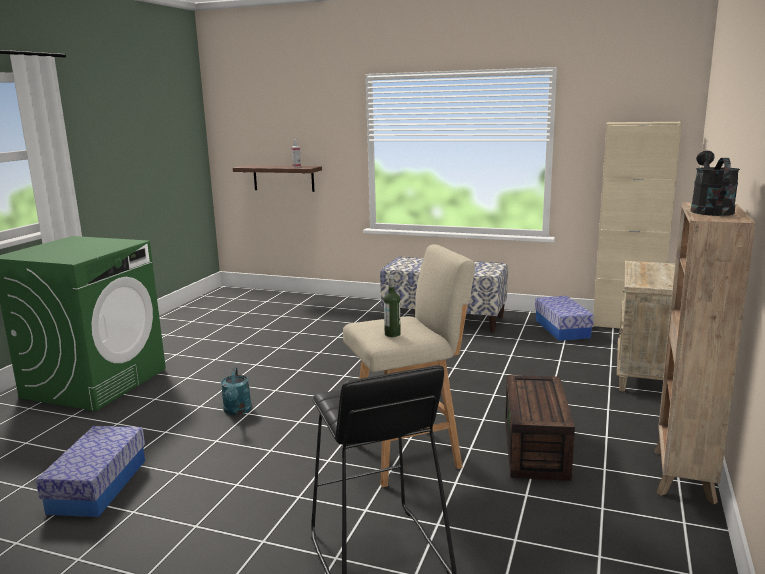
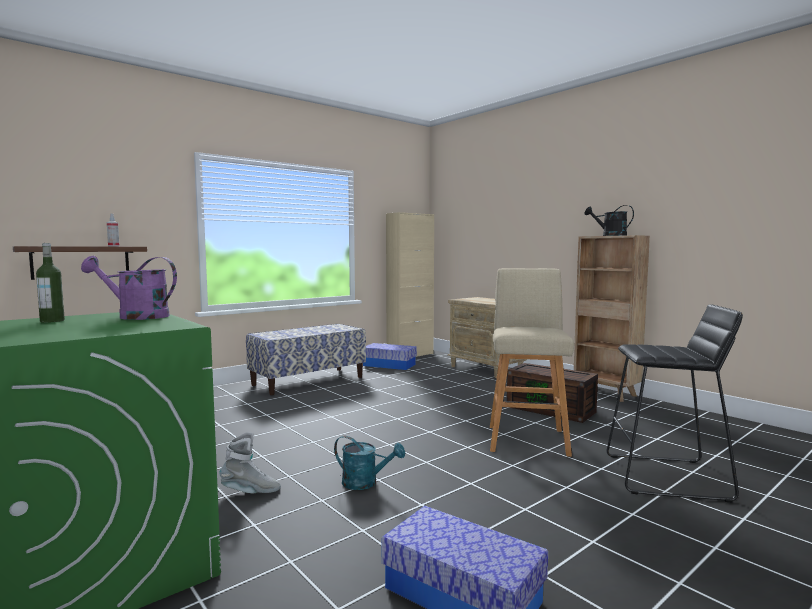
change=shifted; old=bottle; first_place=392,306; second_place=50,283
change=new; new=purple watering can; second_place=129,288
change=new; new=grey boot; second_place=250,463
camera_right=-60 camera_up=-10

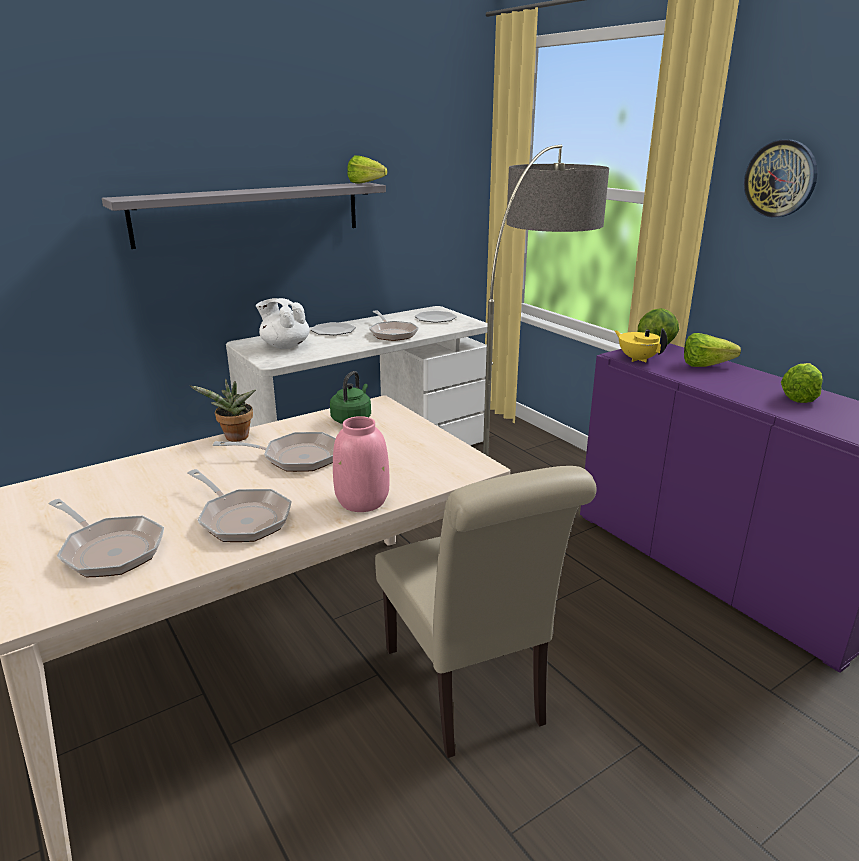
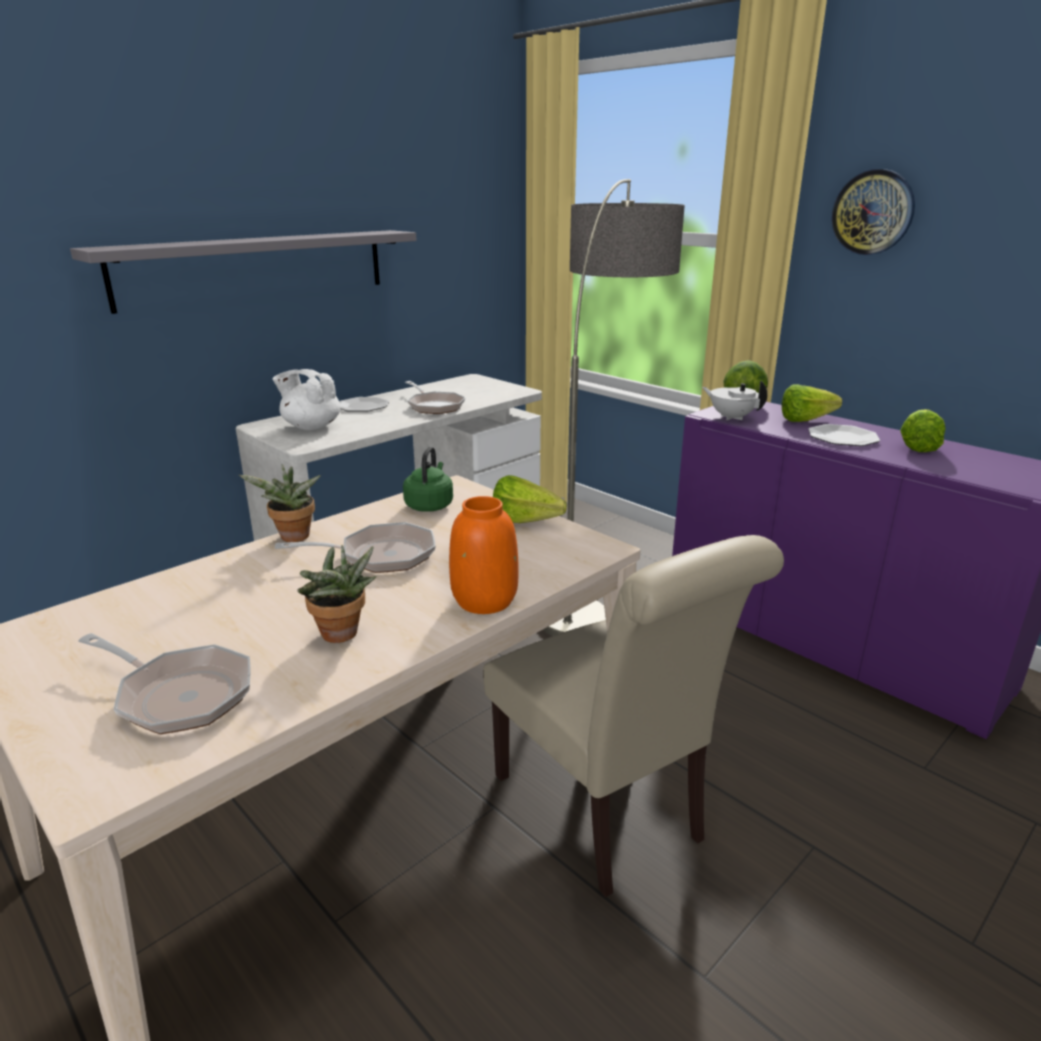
change=shifted; old=lettuce; first_place=367,169; second_place=530,499
change=shifted; old=plate; first_place=436,317; second_place=844,435
change=repainted; old=yellow teapot; new=white teapot; first_place=640,345; second_place=734,400
change=repainted; old=pink vase; new=orange vase; first_place=361,464; second_place=484,555
change=swapped; old=frying pan; new=potted plant; first_place=239,505; second_place=337,594
camera_right=-10 camera_up=0

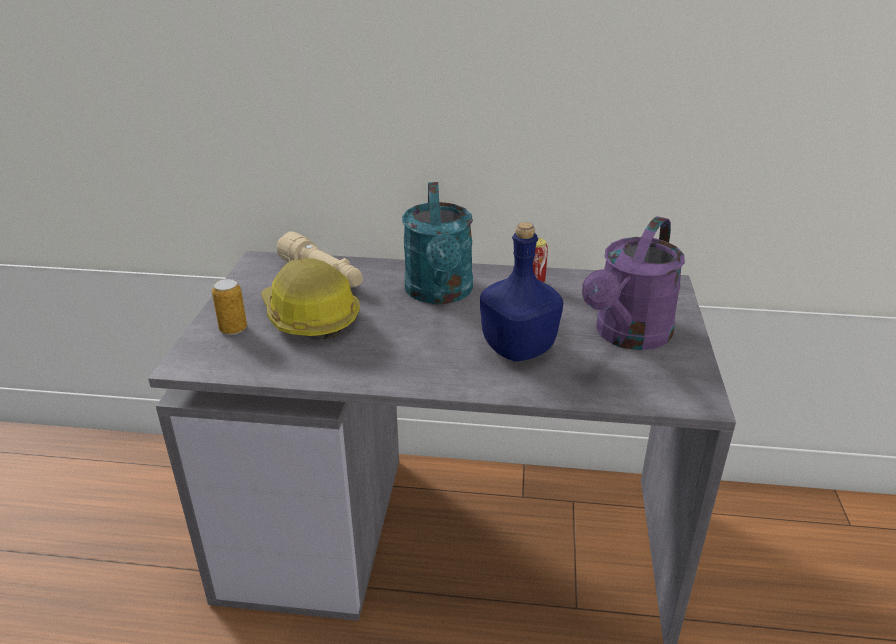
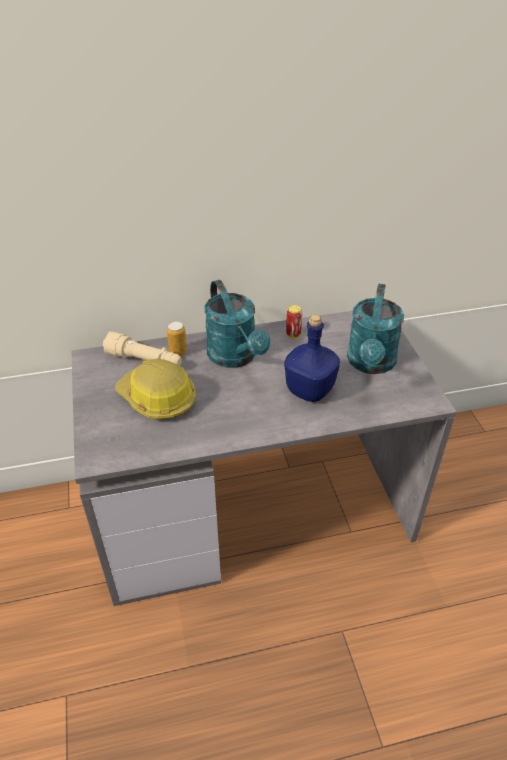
change=repainted; old=purple watering can; new=turquoise watering can; first_place=633,283; second_place=375,329
change=shifted; old=can; first_place=229,307; second_place=177,338
camera_right=-20 camera_up=10

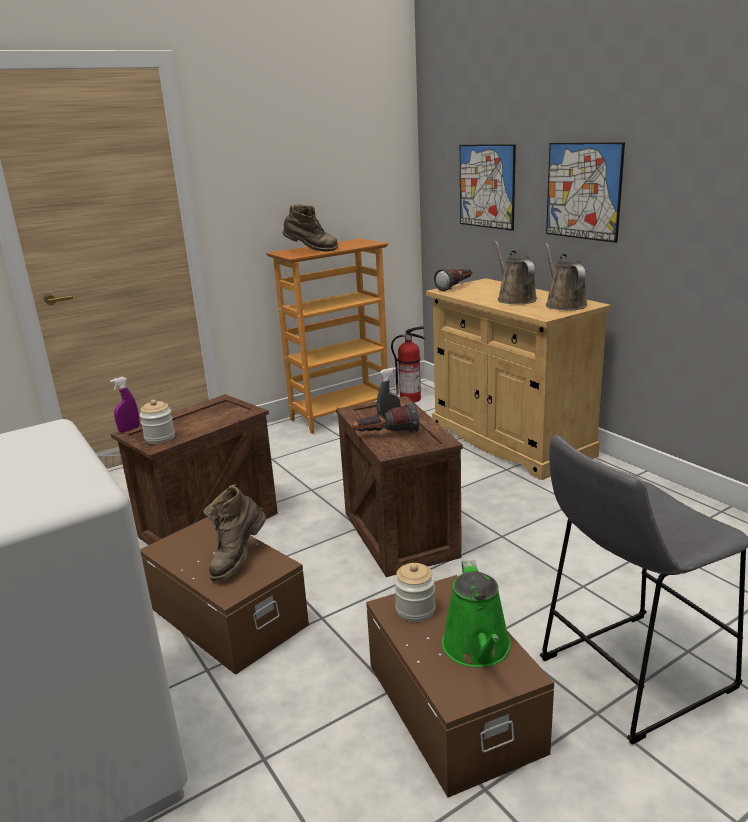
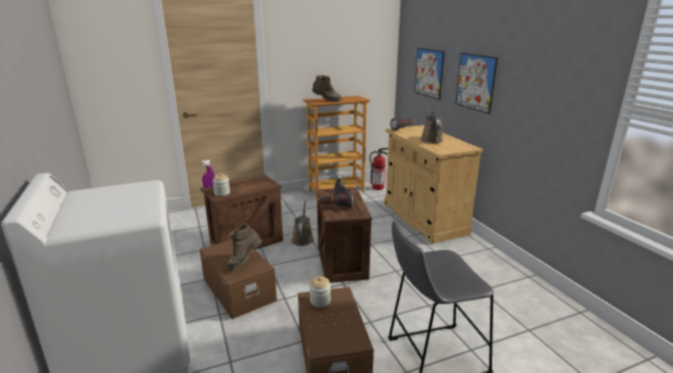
change=shifted; old=brown watering can; first_place=566,276; second_place=302,223
change=gone; old=green watering can; first_place=476,613
camera_right=10 camera_up=0

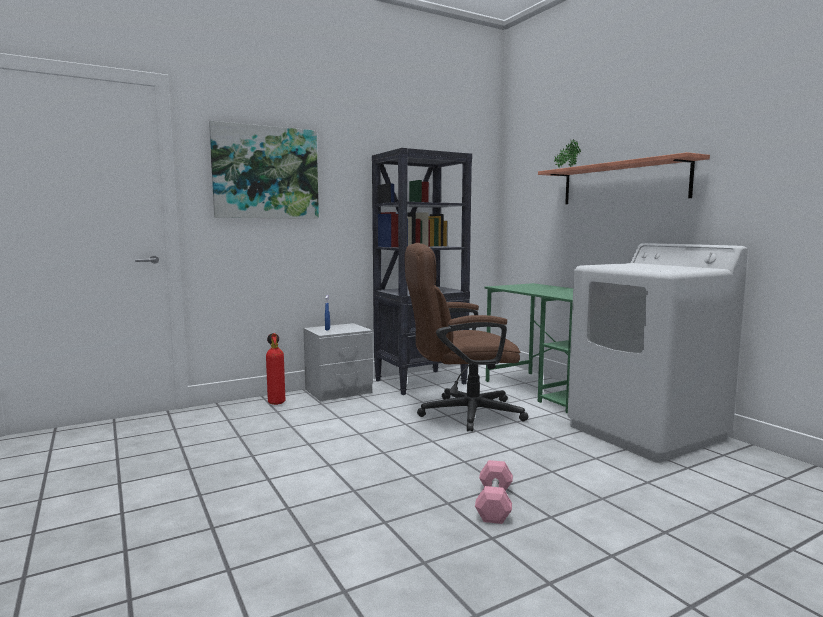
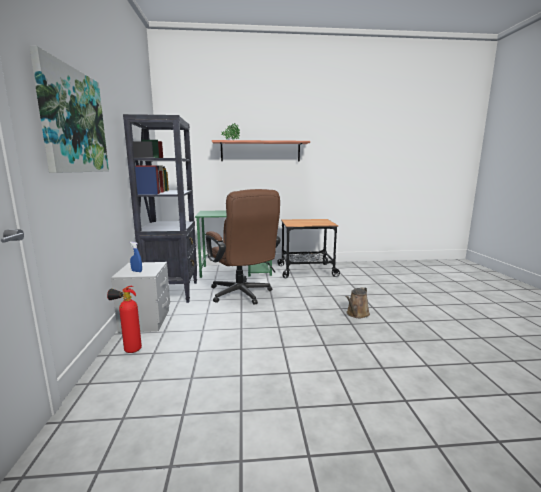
change=rotated; old=brown office chair; first_place=467,337; second_place=243,247; degrees=-45
change=swapped; old=white washing machine; new=cart; first_place=658,353; second_place=308,248
change=swapped; old=pink dumbbell; new=brown watering can; first_place=494,492; second_place=358,302
camera_right=-65 camera_up=5

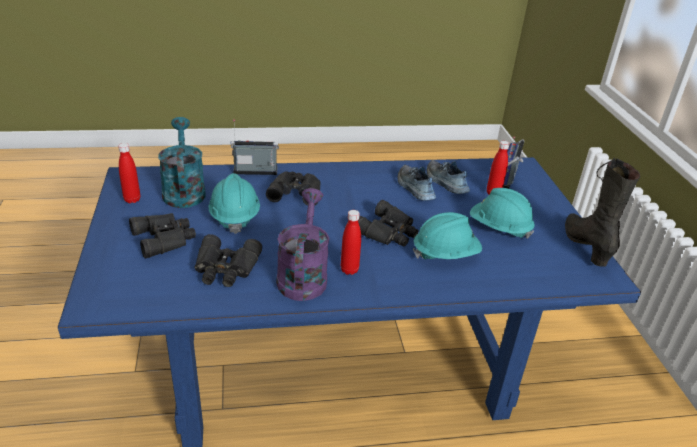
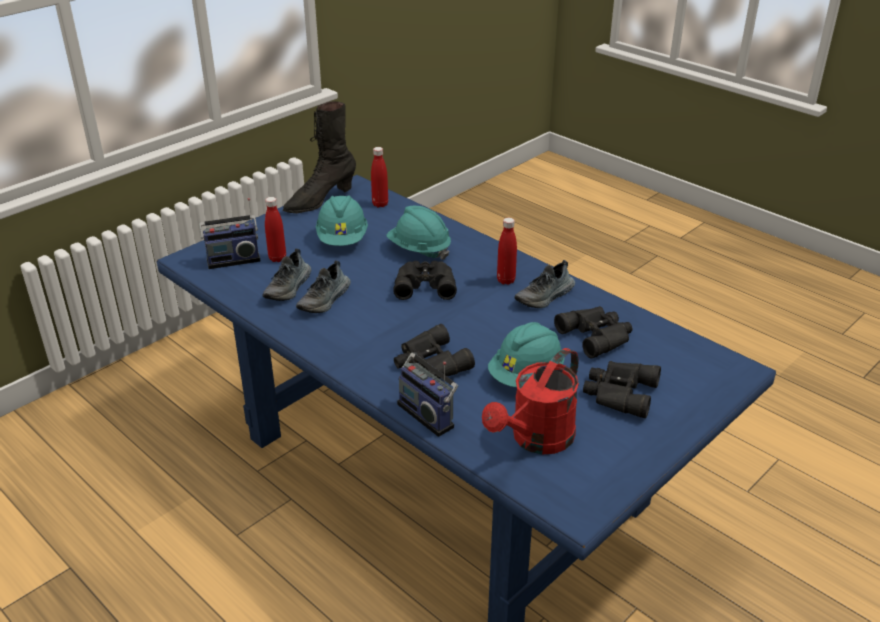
change=repainted; old=turquoise watering can; new=red watering can; first_place=182,162; second_place=530,401
change=shifted; old=red bottle; first_place=129,173; second_place=379,177
change=swapped; old=purple watering can; new=shoe; first_place=302,244; second_place=545,284
camera_right=-125 camera_up=0

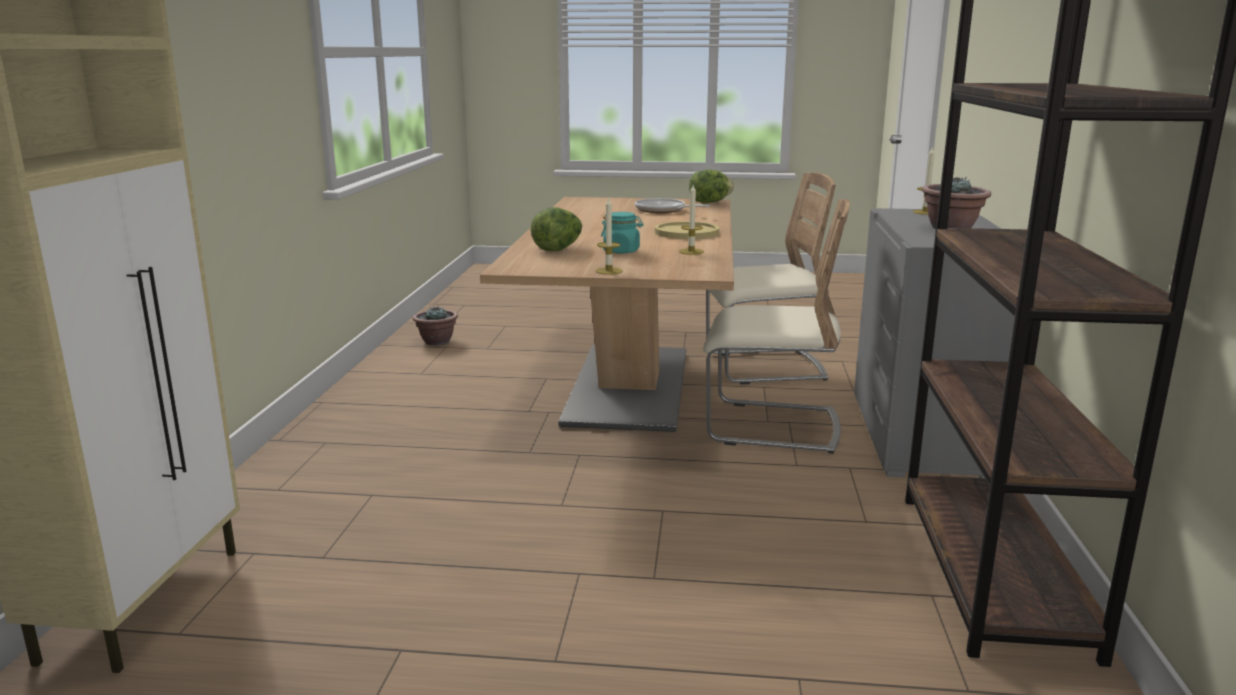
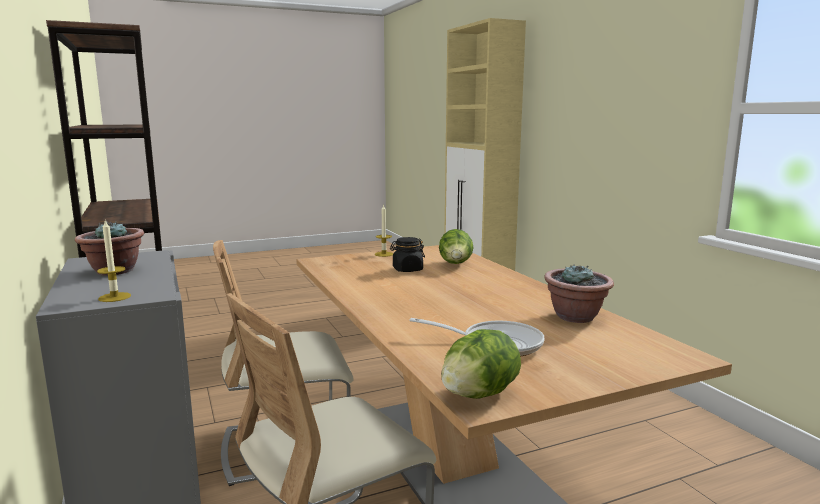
change=gone; old=candle; first_place=691,220
change=repainted; old=turquoise jar; new=black jar; first_place=622,233; second_place=407,254
change=gone; old=yellow plate; first_place=687,230
change=shifted; old=potted plant; first_place=435,325; second_place=579,294
camera_right=150 camera_up=-5

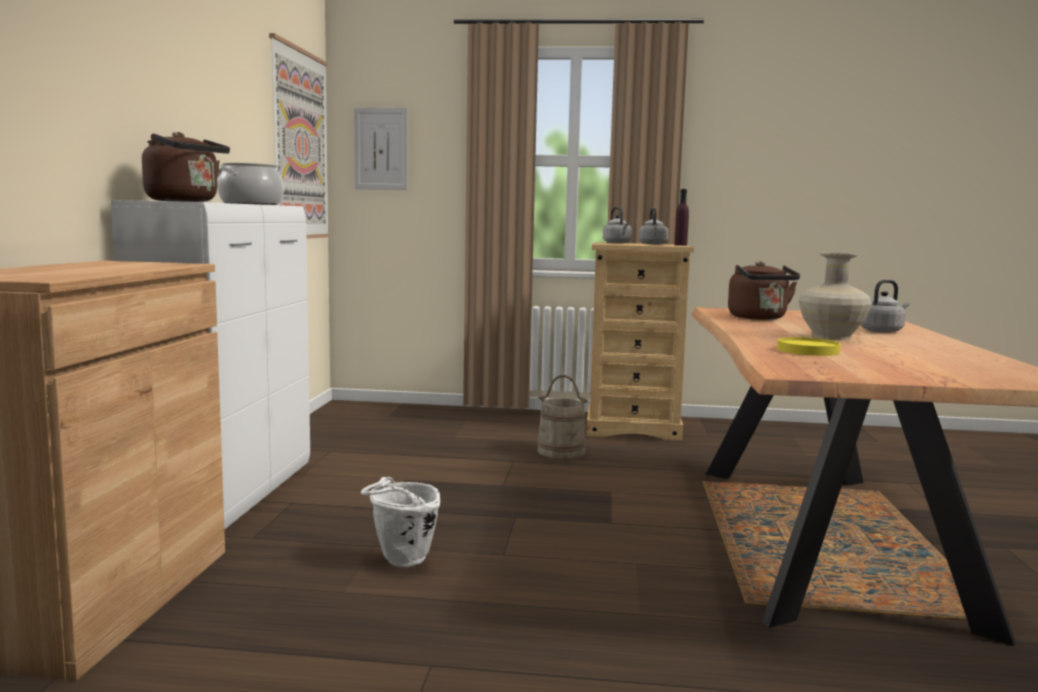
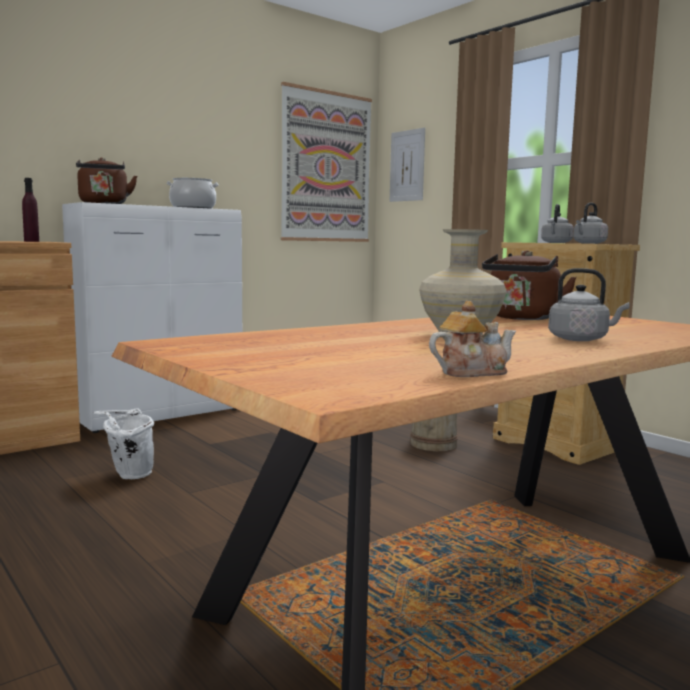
change=shifted; old=purple bottle; first_place=682,217; second_place=30,210
change=gone; old=yellow plate; first_place=809,346
change=new; new=teapot; second_place=472,339
camera_right=45 camera_up=0

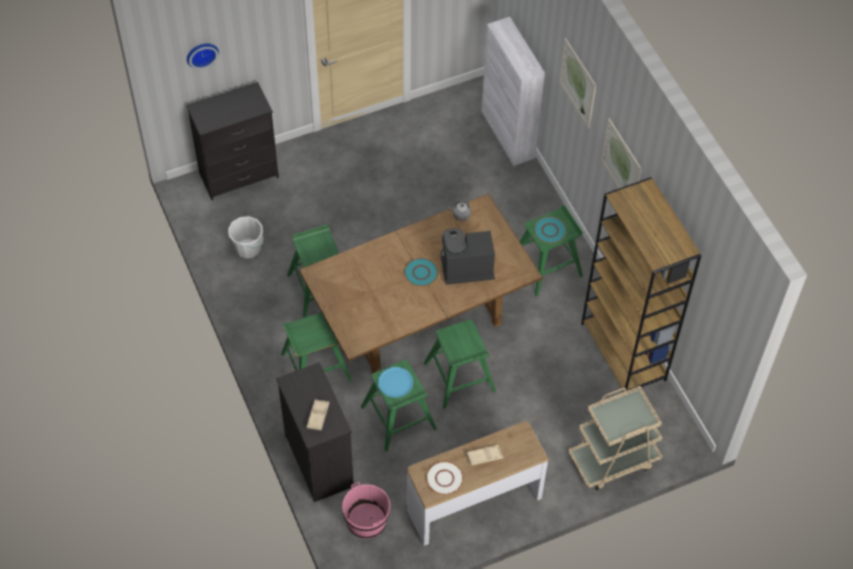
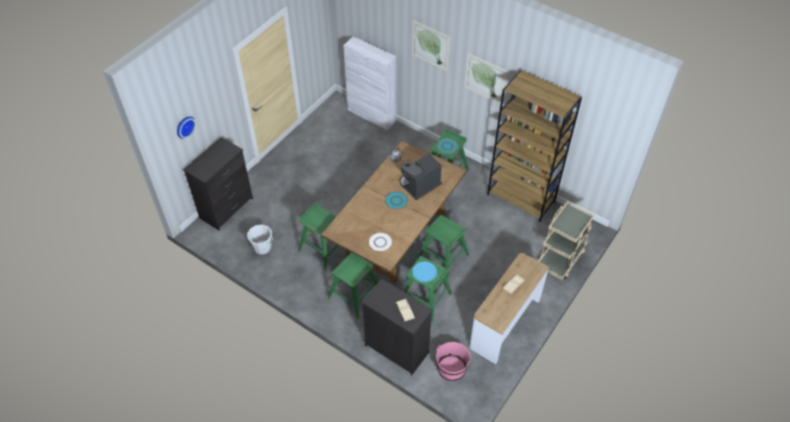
change=shifted; old=white plate; first_place=444,478; second_place=380,242
camera_right=-30 camera_up=-5

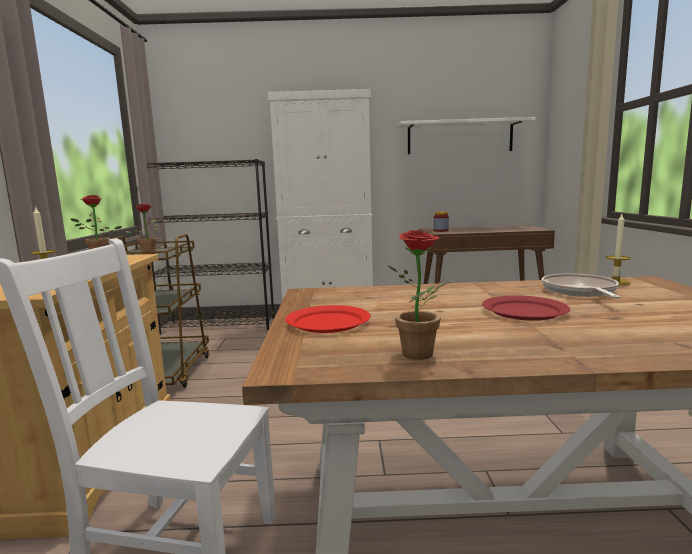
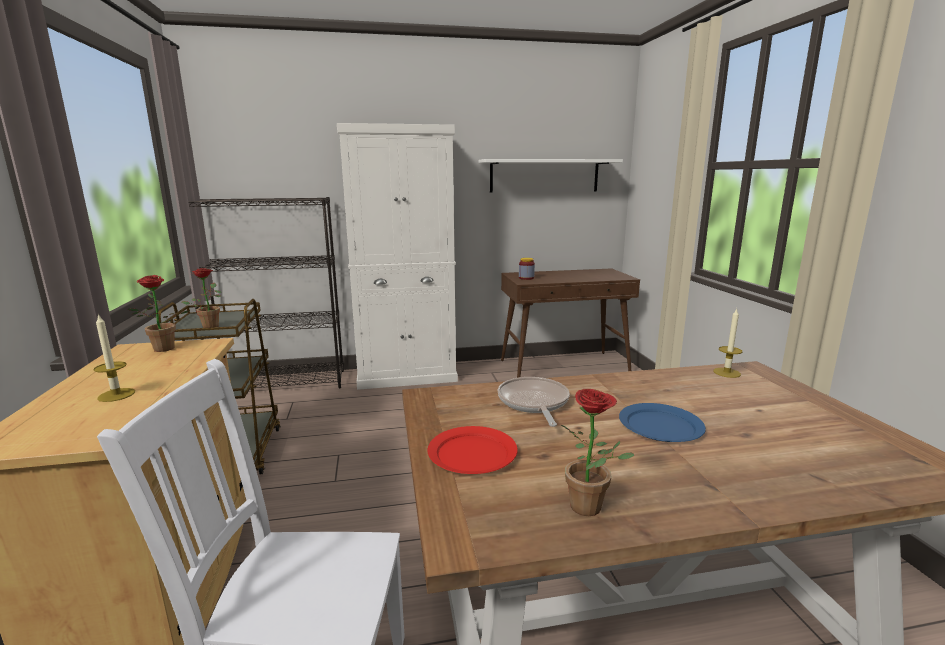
change=shifted; old=frying pan; first_place=581,285; second_place=533,402
change=repainted; old=red plate; new=blue plate; first_place=526,308; second_place=662,422
camera_right=-10 camera_up=5

